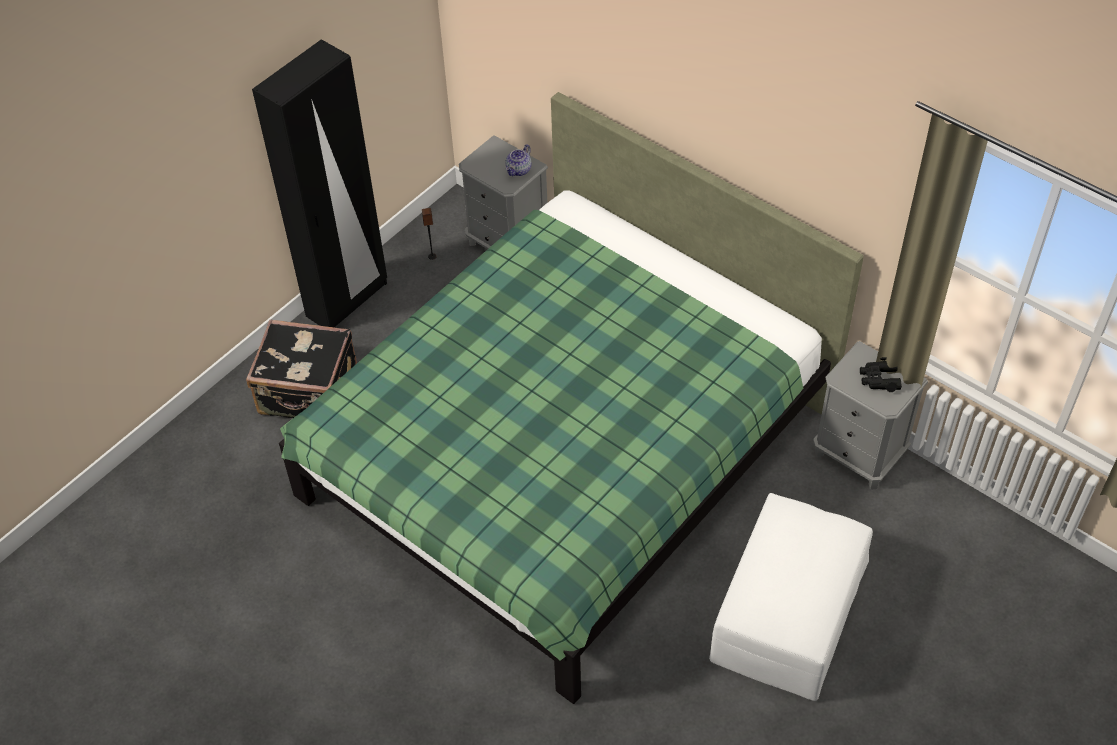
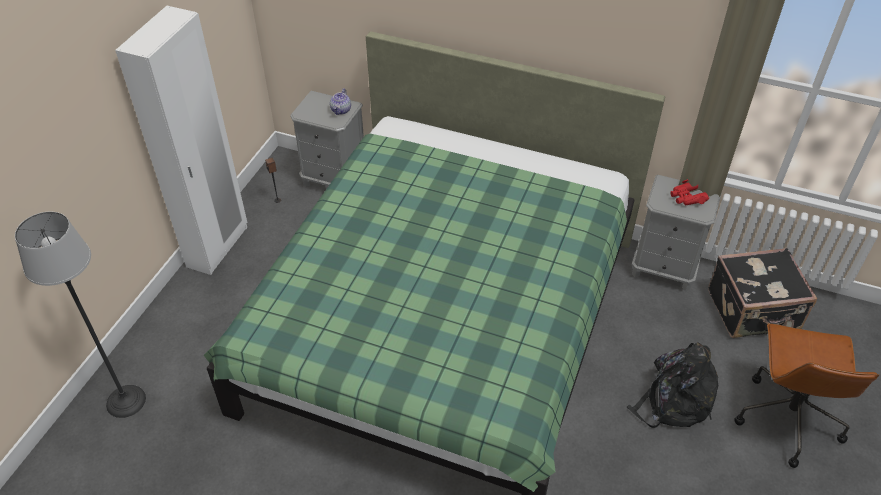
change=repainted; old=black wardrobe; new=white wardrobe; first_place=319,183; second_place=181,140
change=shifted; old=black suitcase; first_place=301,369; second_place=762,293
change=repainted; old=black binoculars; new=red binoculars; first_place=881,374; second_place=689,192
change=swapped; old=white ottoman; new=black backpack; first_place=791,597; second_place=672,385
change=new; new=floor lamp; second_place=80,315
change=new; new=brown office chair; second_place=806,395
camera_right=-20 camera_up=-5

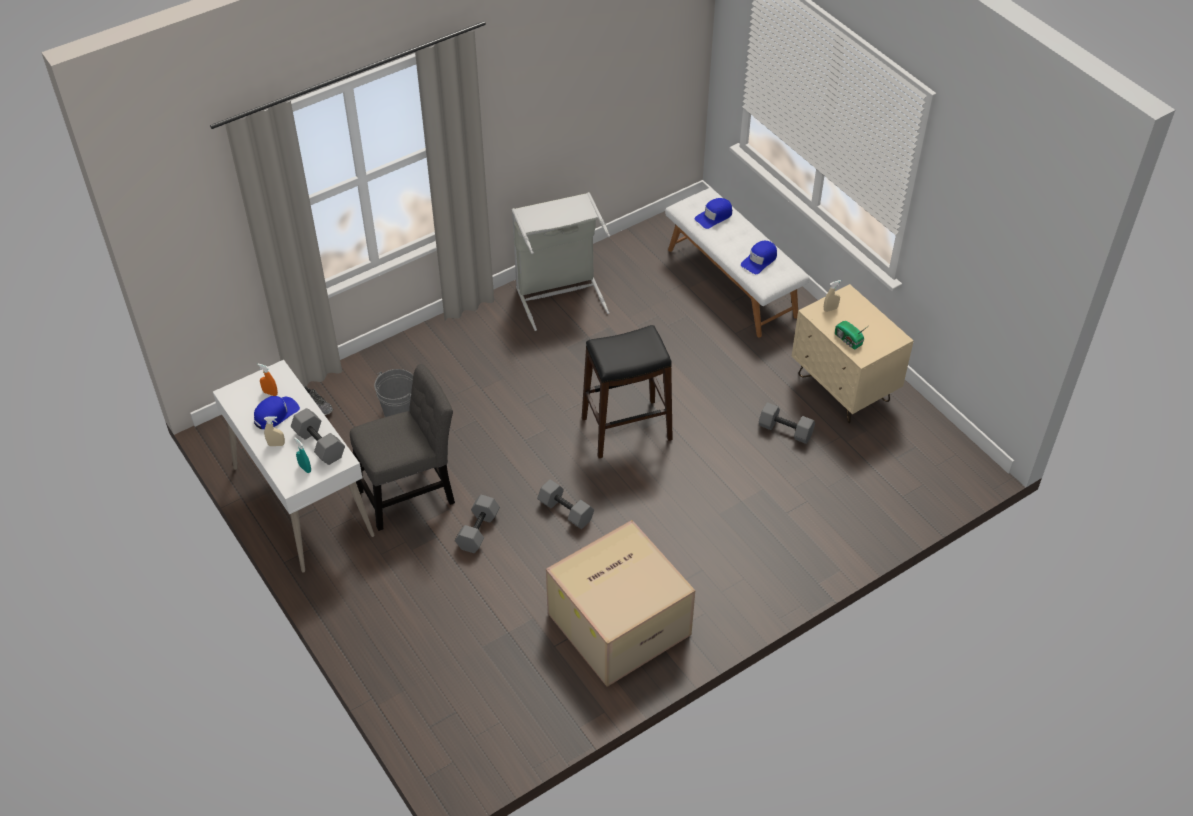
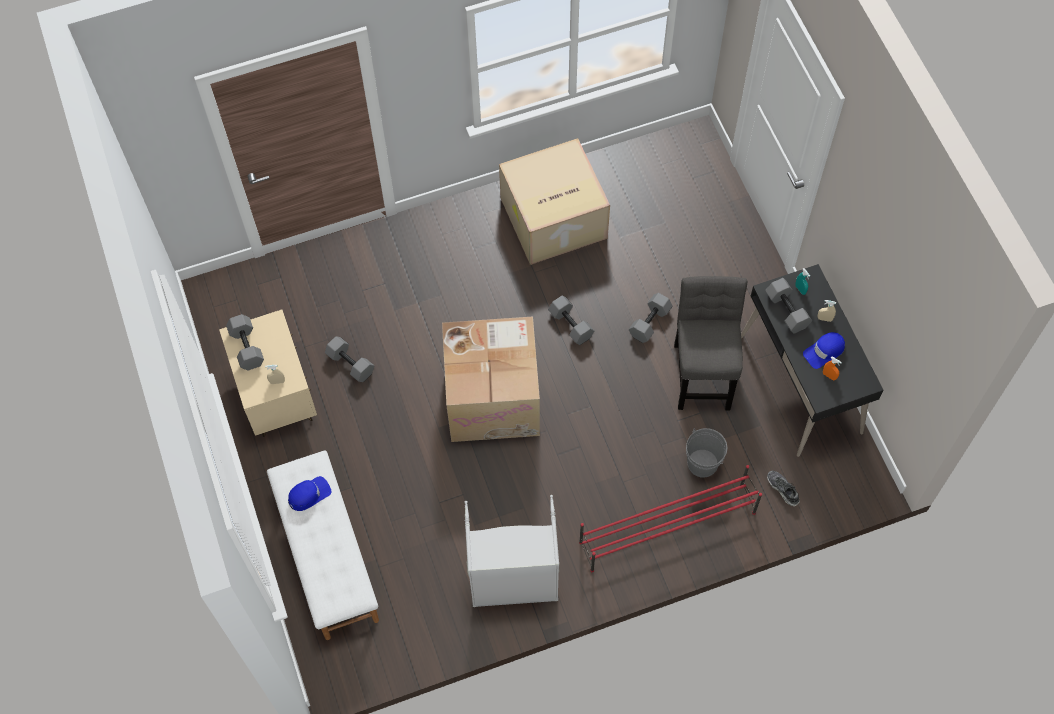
change=gone; old=blue cap; first_place=713,213
change=gone; old=radio; first_place=851,335
change=swapped; old=black stool; new=cardboard box; first_place=627,391; second_place=491,379
change=repainted; old=white desk; new=black desk; first_place=293,466; second_place=812,360
change=rotated; old=grey chair; first_place=402,447; second_place=710,343; degrees=105
change=new; new=grey dumbbell; second_place=245,342
change=new; new=red shoe rack; second_place=670,518
camera_right=-165 camera_up=15

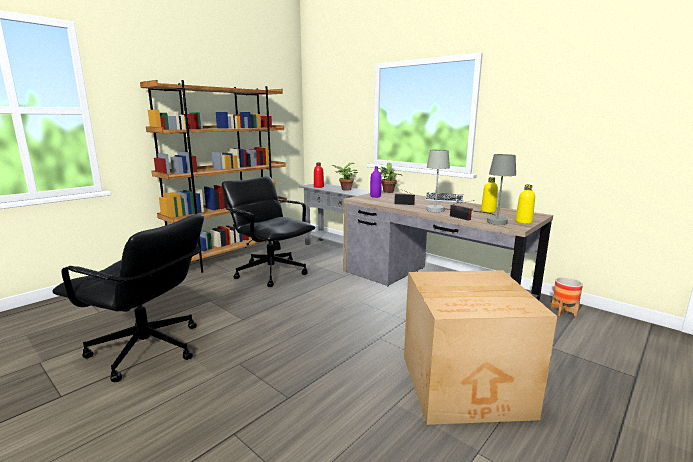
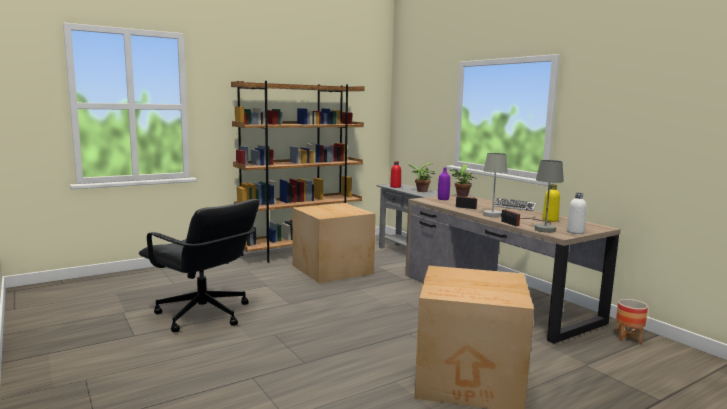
change=swapped; old=black office chair; new=cardboard box; first_place=268,231; second_place=334,243
change=repainted; old=yellow bottle; new=white bottle; first_place=525,204; second_place=576,213
camera_right=15 camera_up=-5

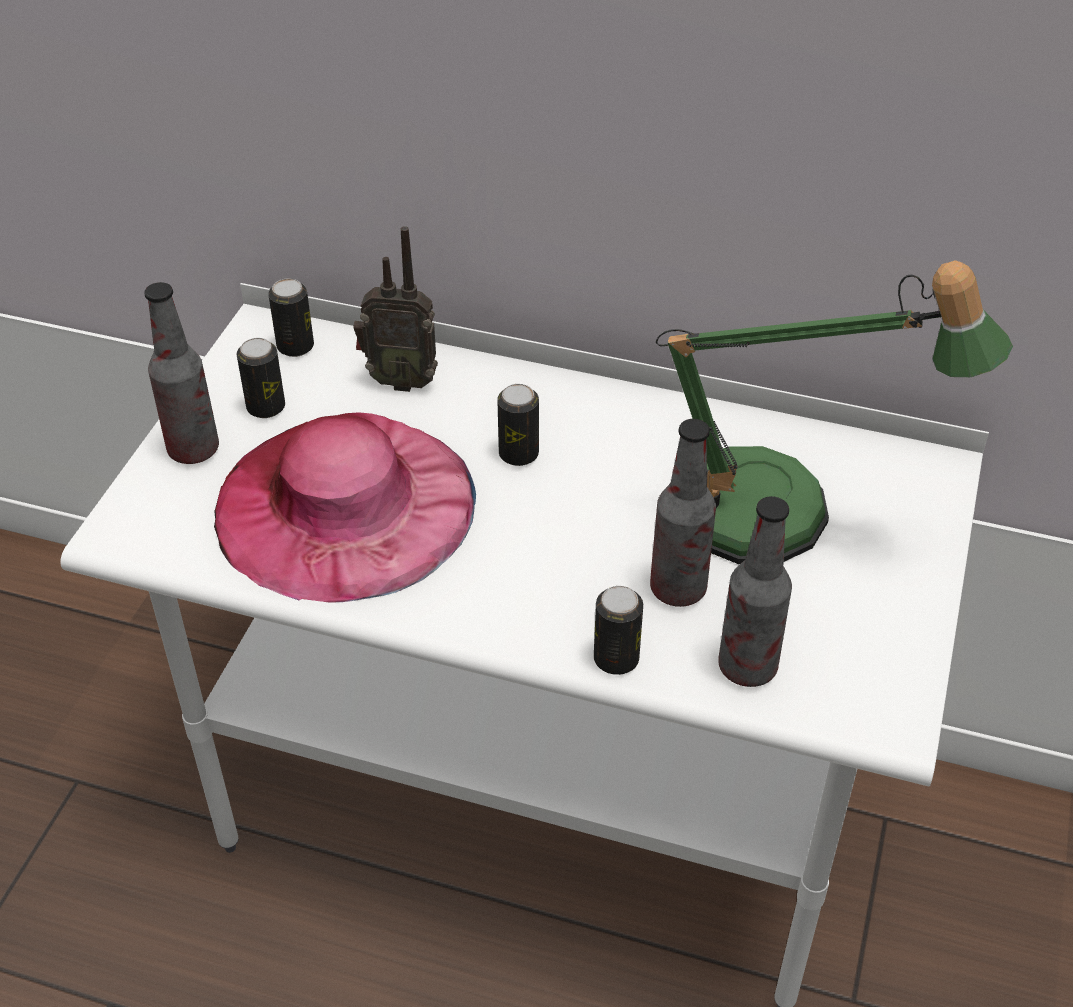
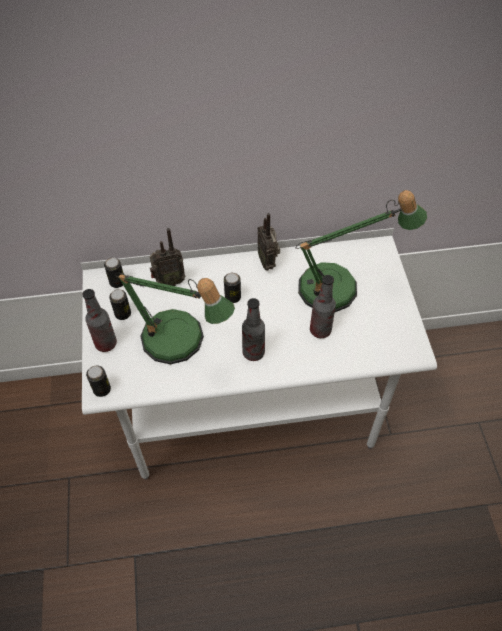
change=swapped; old=pink hat; new=table lamp; first_place=345,507; second_place=175,318
change=shifted; old=bottle; first_place=755,591; second_place=253,329
change=shifted; old=can; first_place=618,630; second_place=98,381
change=new; new=radio; second_place=268,242
camera_right=-25 camera_up=10

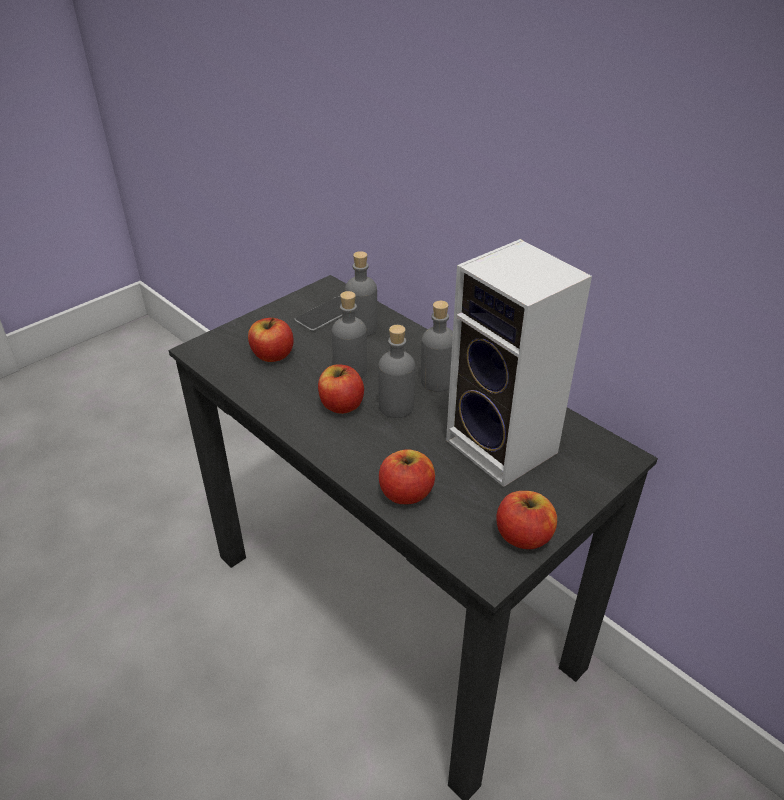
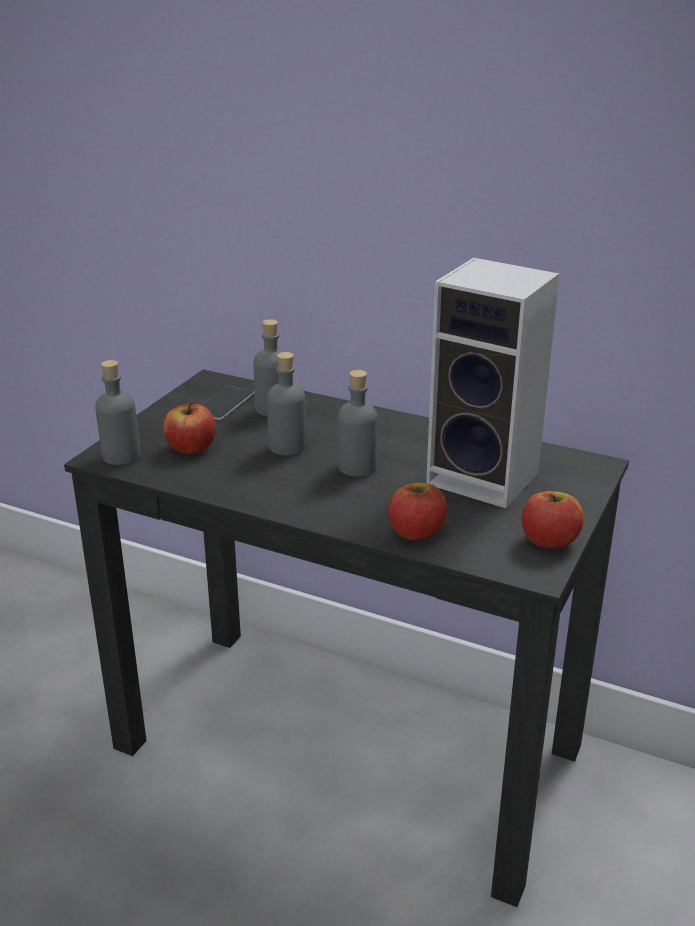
change=shifted; old=grey bottle; first_place=437,346; second_place=118,412
change=gone; old=apple; first_place=341,389
camera_right=-20 camera_up=-10

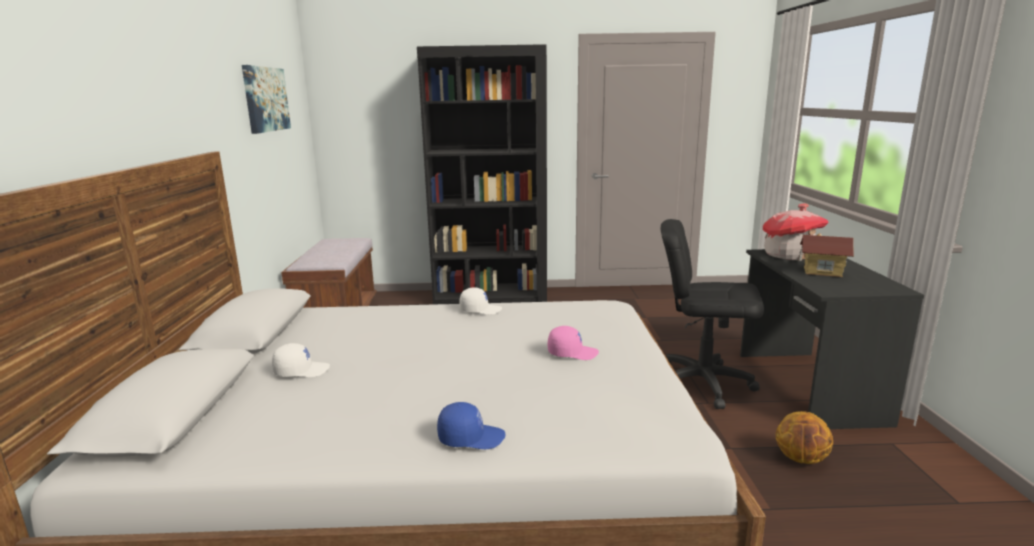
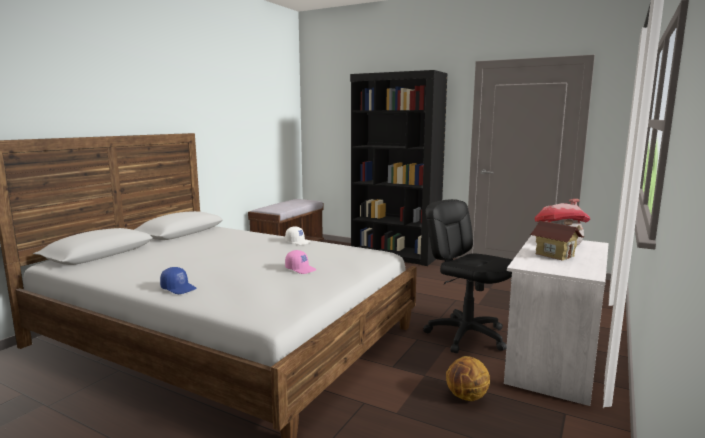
change=gone; old=picture; first_place=266,99
change=repainted; old=black desk; new=white desk; first_place=832,339; second_place=556,320
change=gone; old=white cap; first_place=301,360
camera_right=30 camera_up=-5

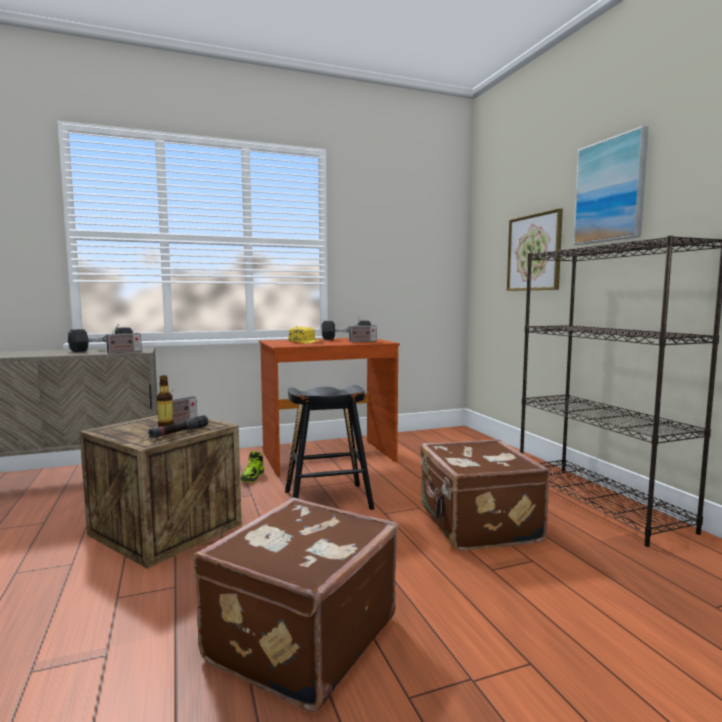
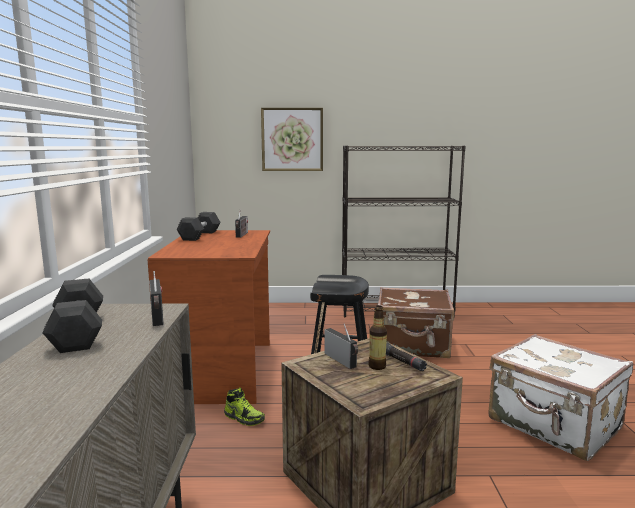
change=gone; old=picture; first_place=611,185
change=gone; old=yellow cap; first_place=306,335
change=repainted; old=brown suitcase; new=white suitcase; first_place=295,604; second_place=561,397
camera_right=-70 camera_up=5

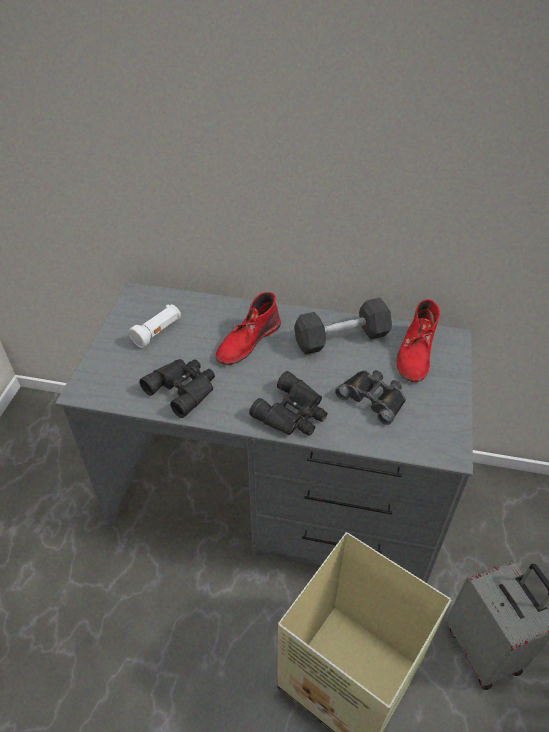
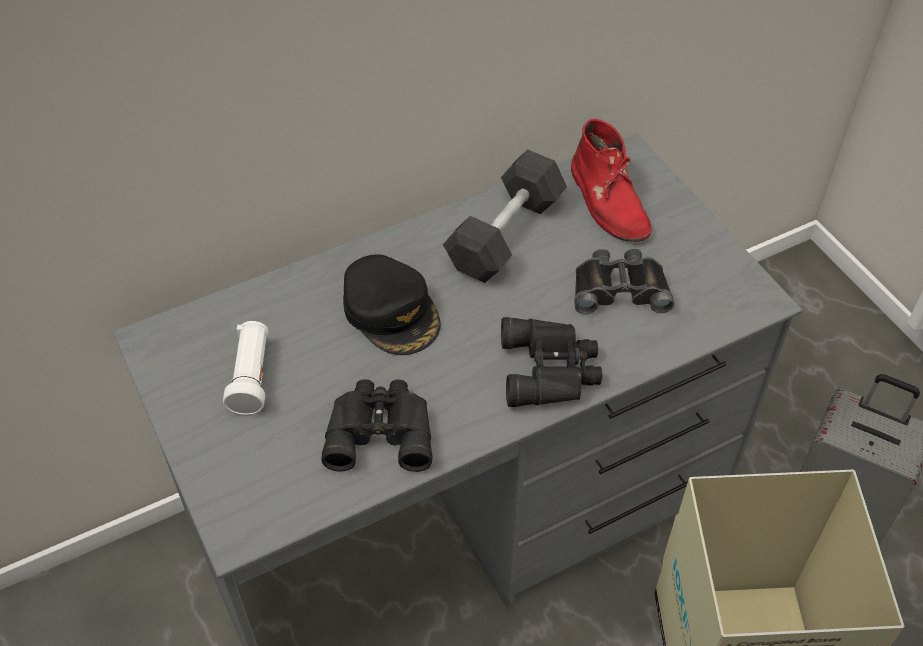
change=swapped; old=red boot; new=black cap; first_place=248,328; second_place=391,304
camera_right=-40 camera_up=5

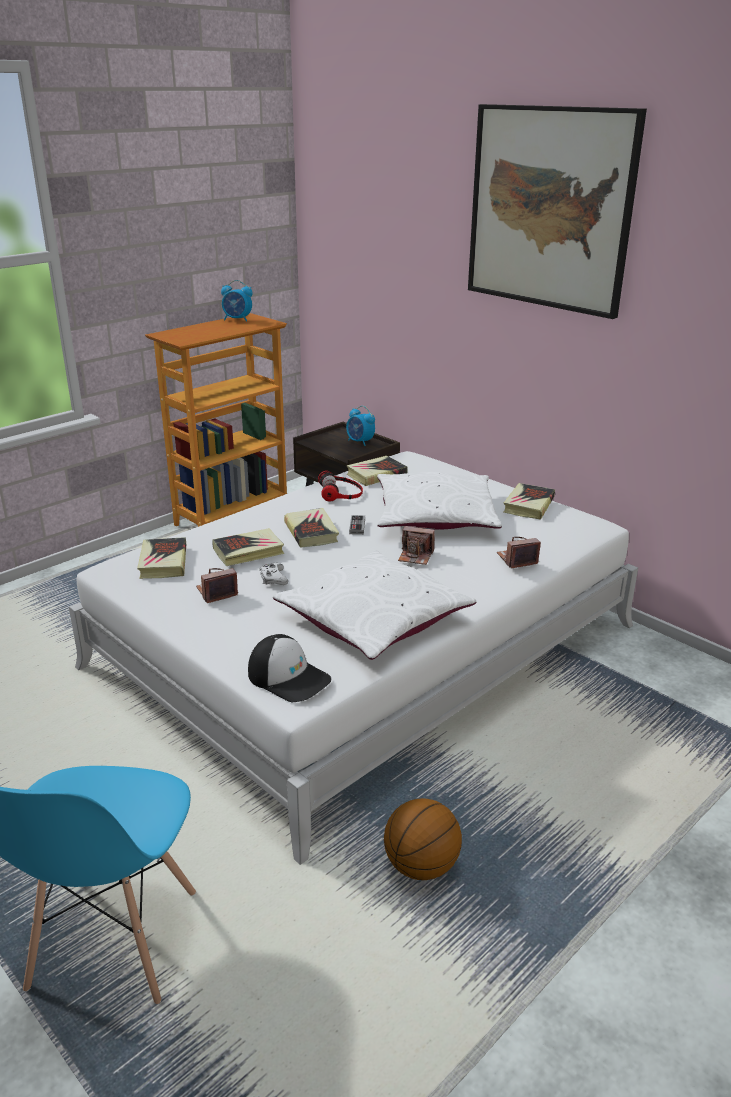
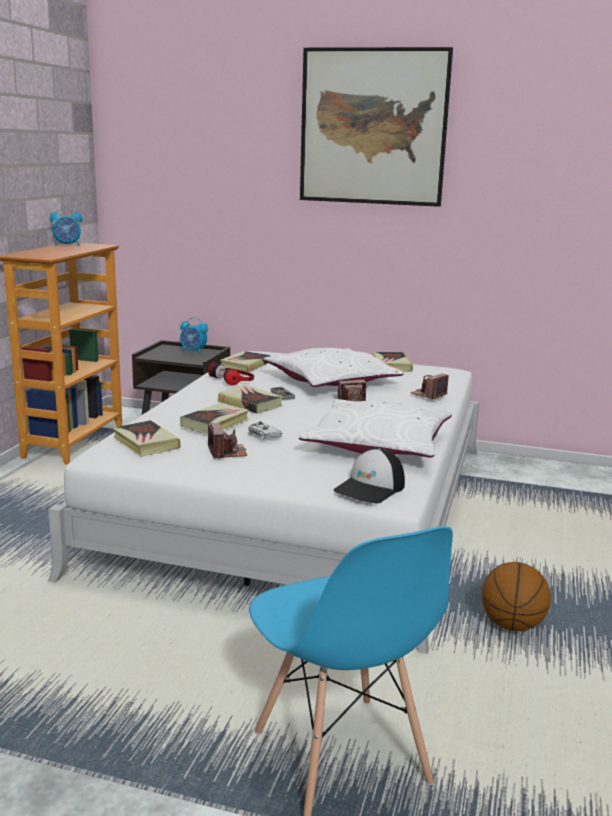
change=rotated; old=photo camera; first_place=217,585; second_place=227,441; degrees=135
change=rotated; old=cap; first_place=289,668; second_place=369,476; degrees=120
camera_right=-30 camera_up=-10

